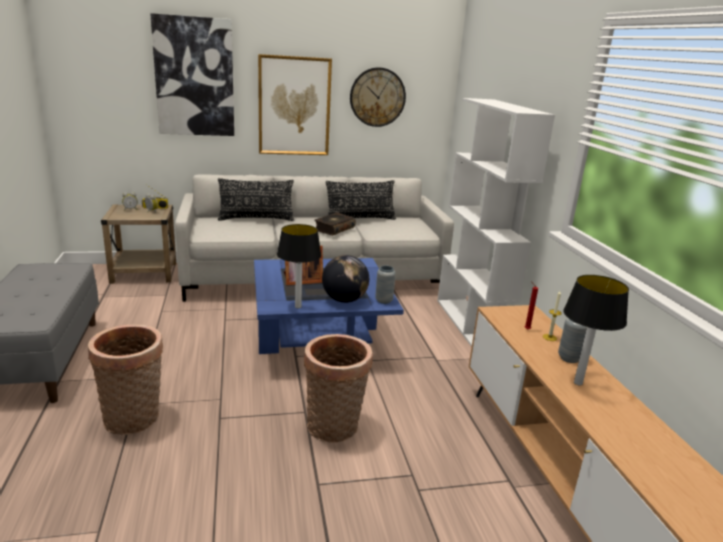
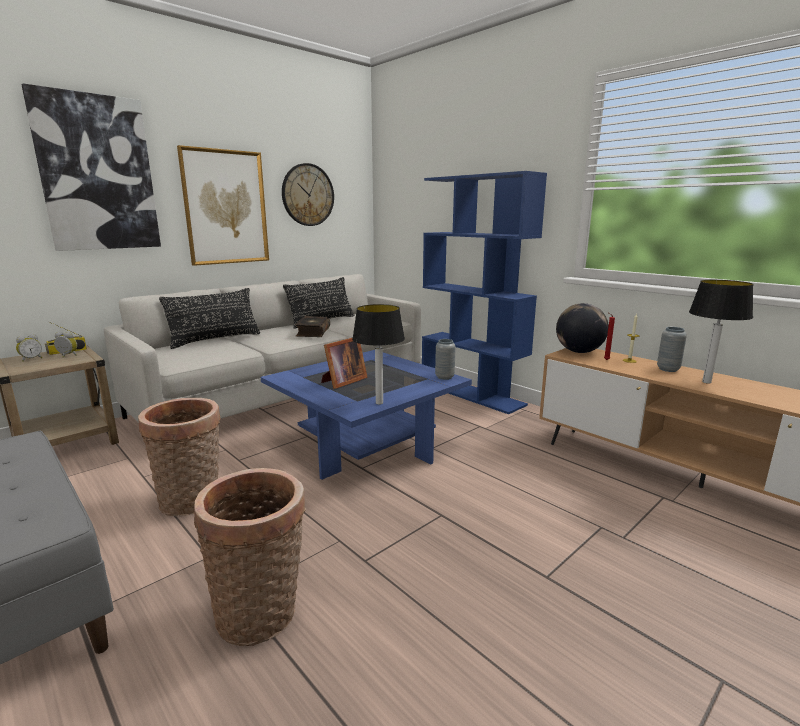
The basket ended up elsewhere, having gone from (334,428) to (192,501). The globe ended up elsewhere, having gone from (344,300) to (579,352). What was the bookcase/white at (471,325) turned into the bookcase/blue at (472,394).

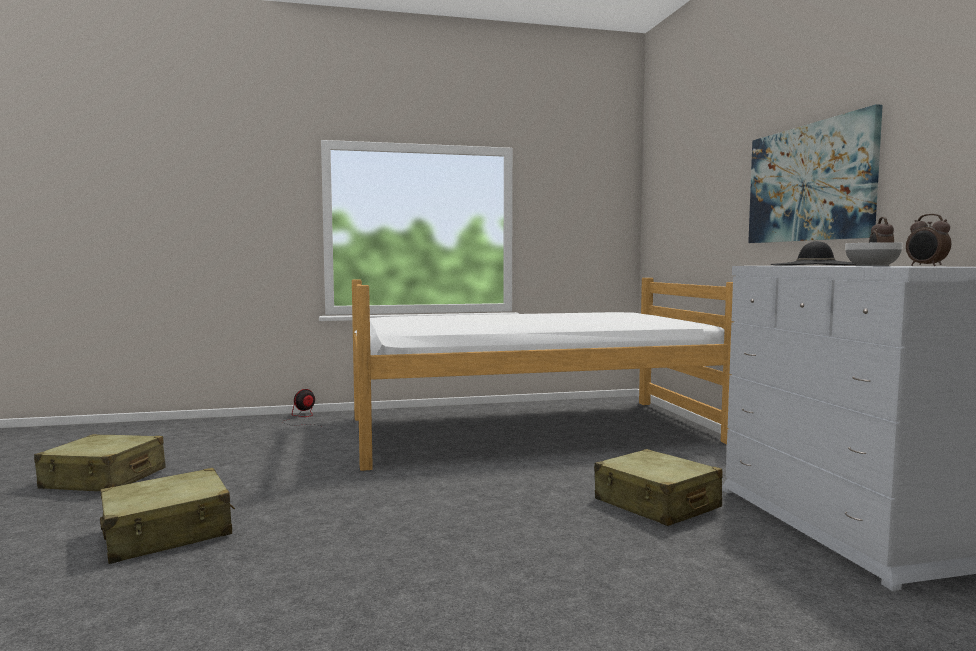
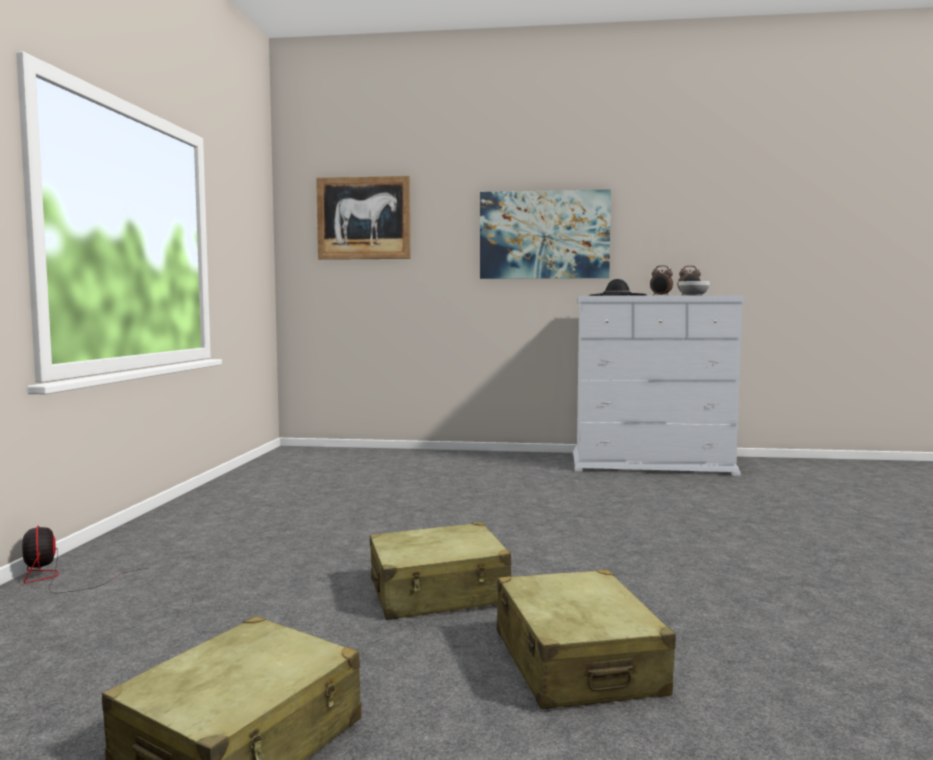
The second view lost the bed at (532,430). The second view gained the picture at (363,218). The suitcase/beige ended up elsewhere, having gone from (656,504) to (439,593).

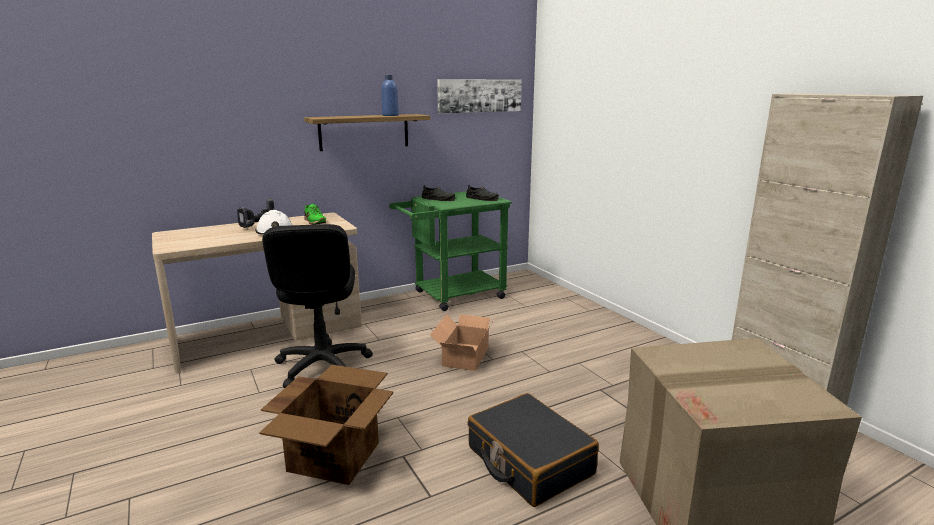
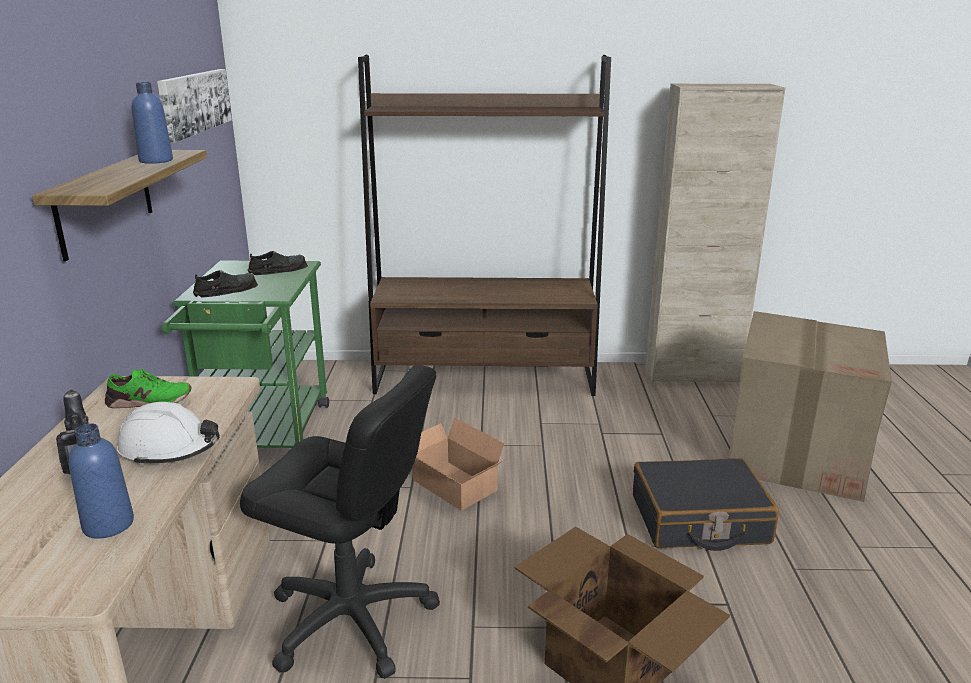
The second view gained the bottle/blue at (108,525). The second view gained the bookcase/brown at (485,379).

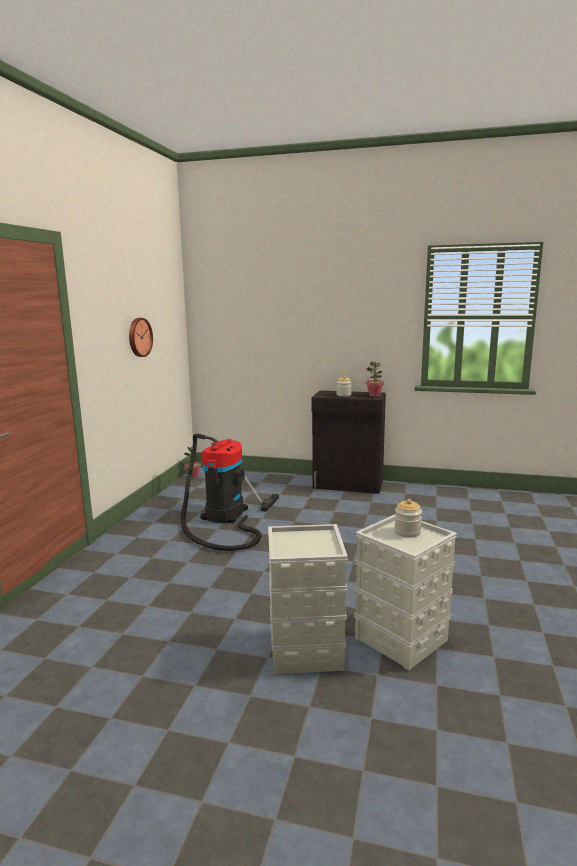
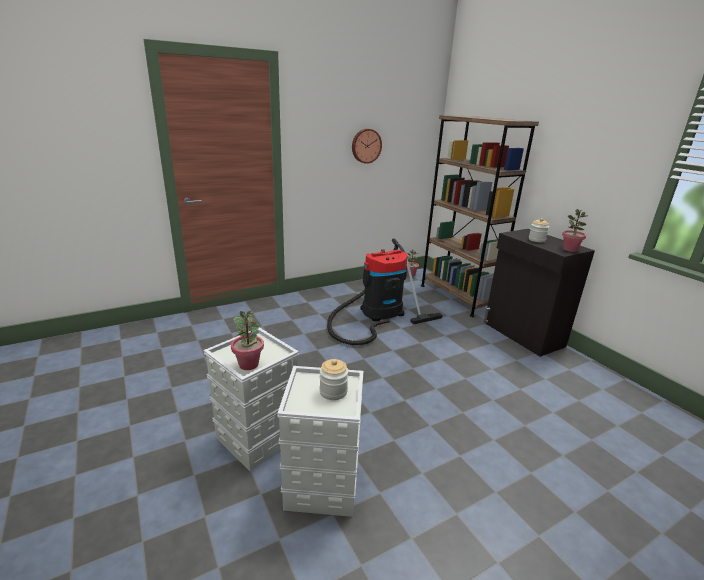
The second view gained the potted plant at (249,364). The second view gained the bookcase/brown at (457,297).

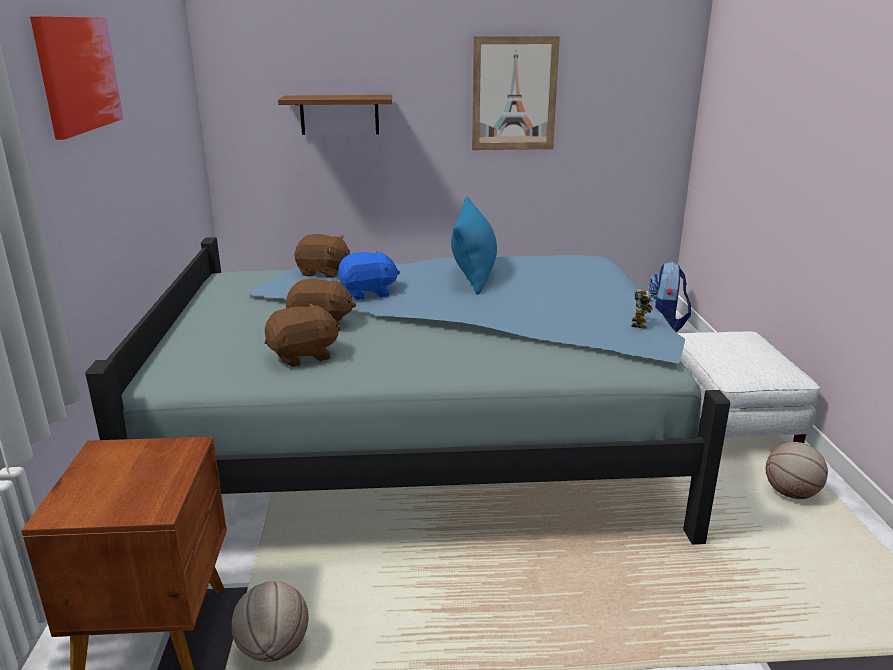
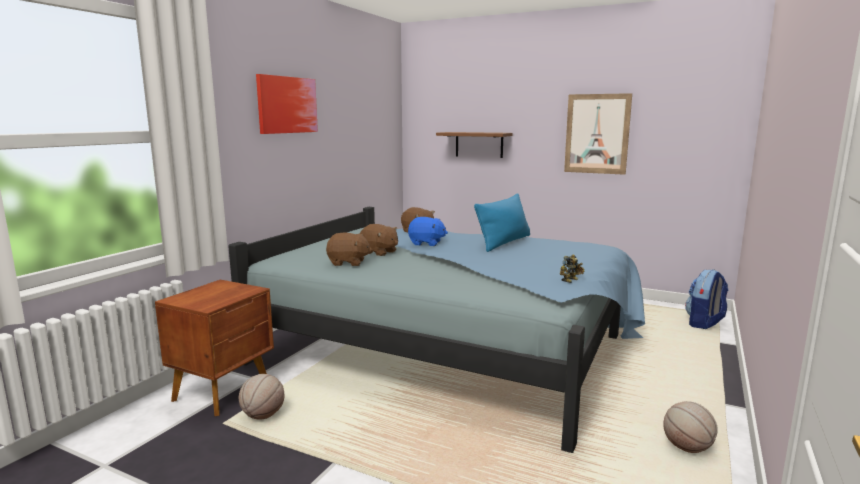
The second view lost the ottoman/white at (729,419).

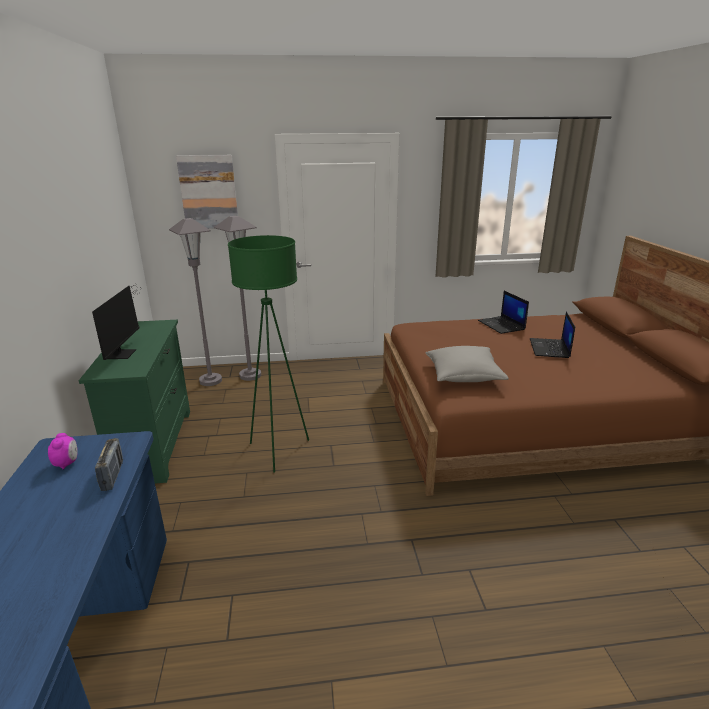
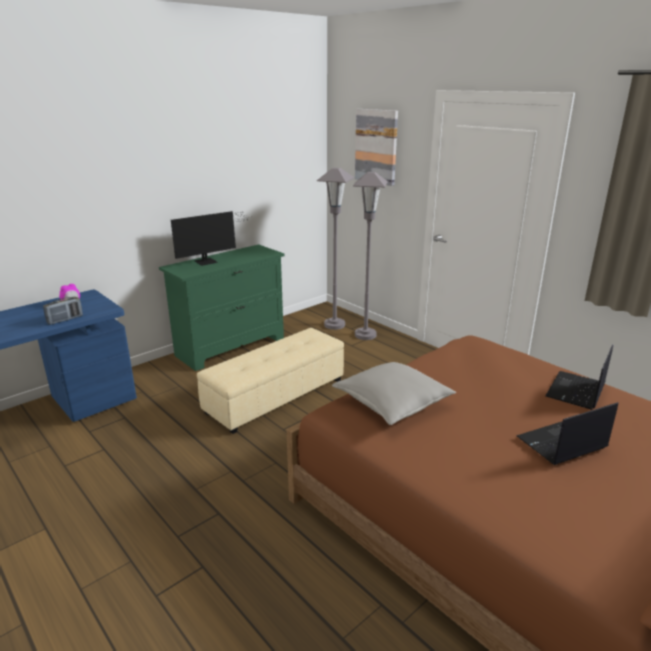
Where the floor lamp/green stood at (279,451), the ottoman/beige came to stand at (275,395).

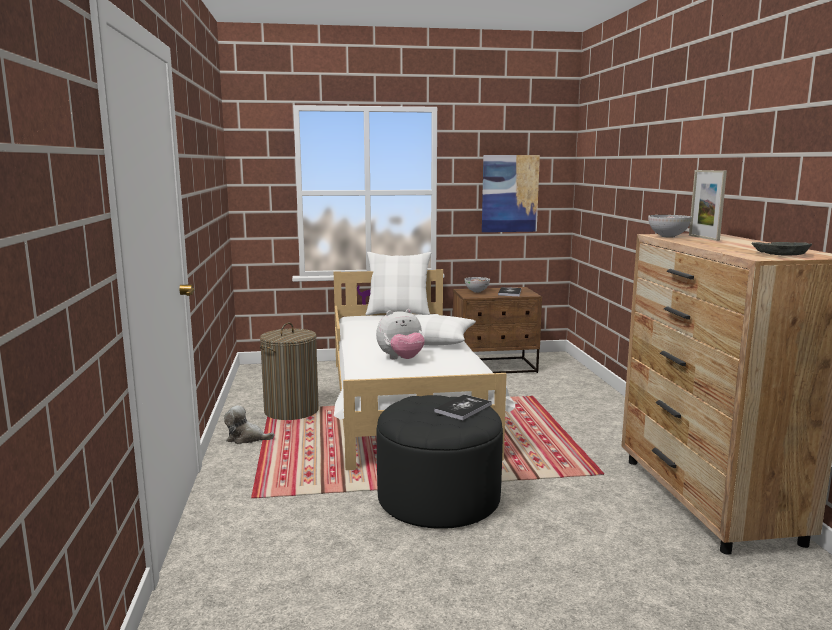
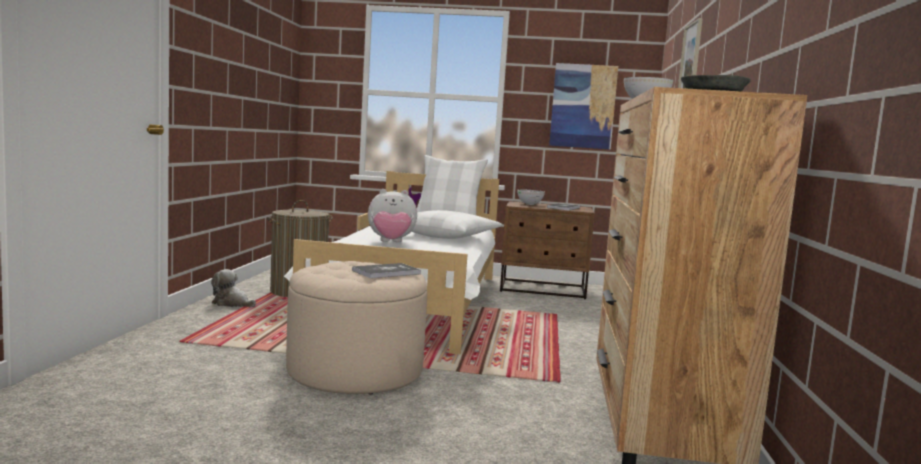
What was the ottoman/black at (438,498) turned into the ottoman/beige at (355,371).

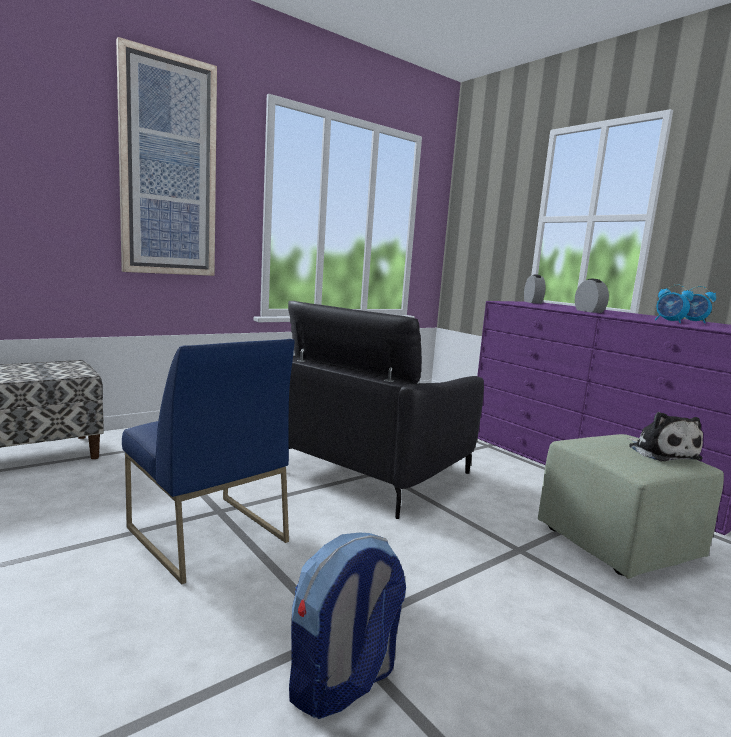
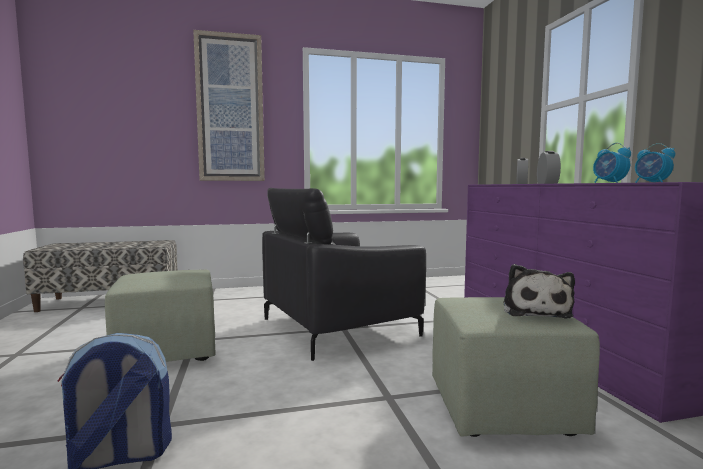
Where the chair/blue stood at (205,534), the ottoman/green came to stand at (166,352).

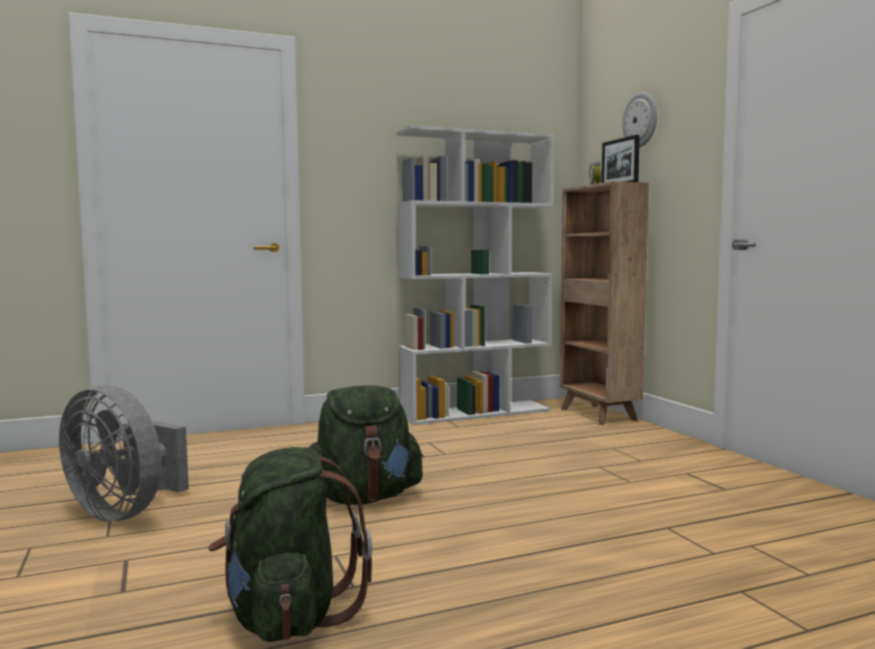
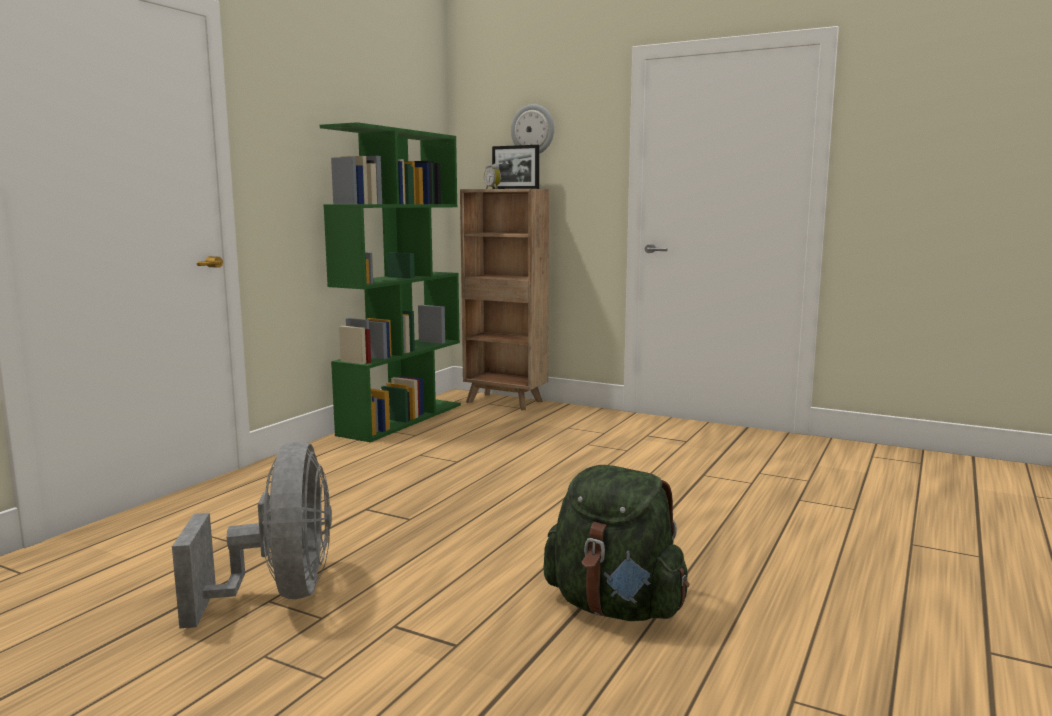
The second view lost the backpack/green at (364,498). What was the bookcase/white at (476,413) turned into the bookcase/green at (401,419). The fan/grey at (125,512) ended up facing another way, 90 degrees counterclockwise from before.

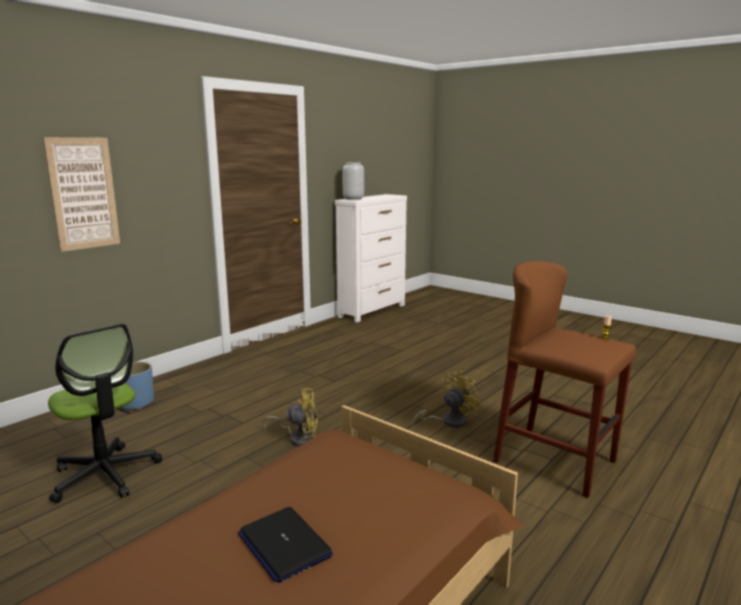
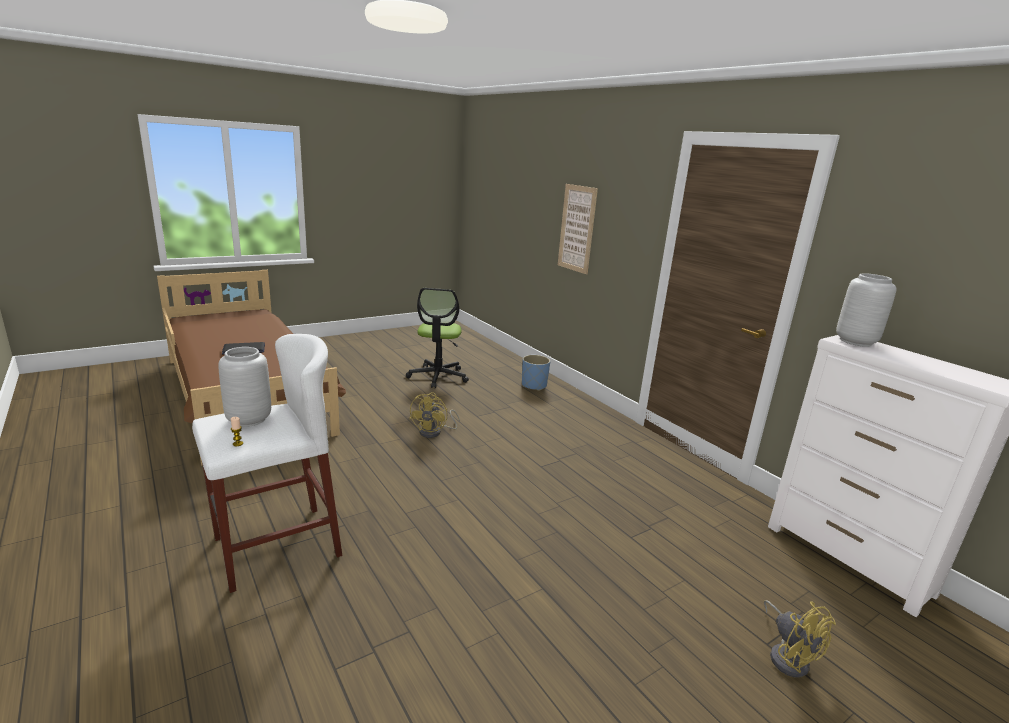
The second view gained the vase/grey at (248,419). The fan/yellow ended up elsewhere, having gone from (448,421) to (788,656). What was the stool/brown at (555,461) turned into the stool/white at (277,547). The office chair at (105,475) ended up facing another way, 60 degrees counterclockwise from before.

